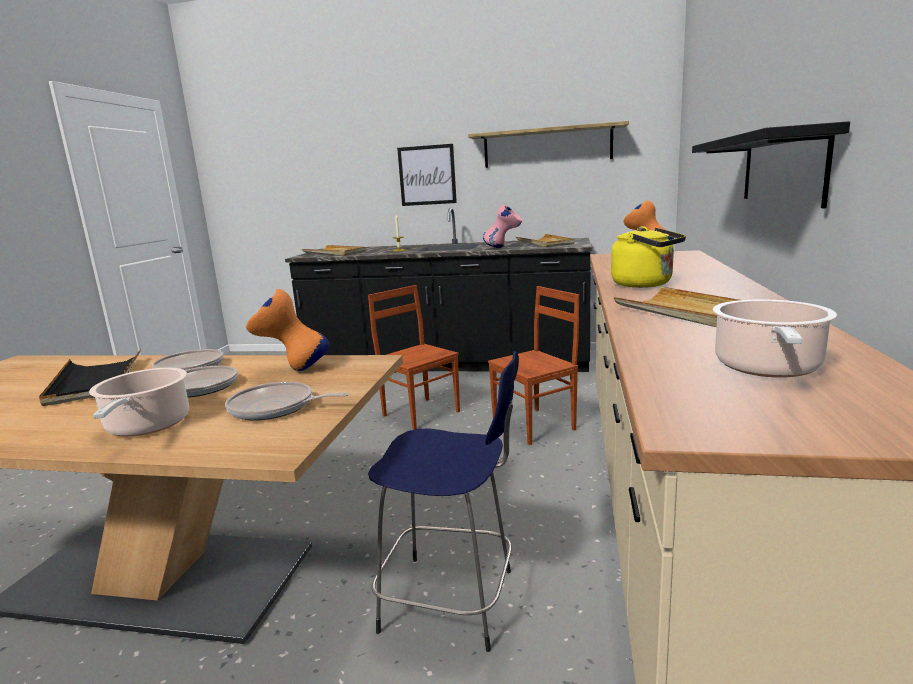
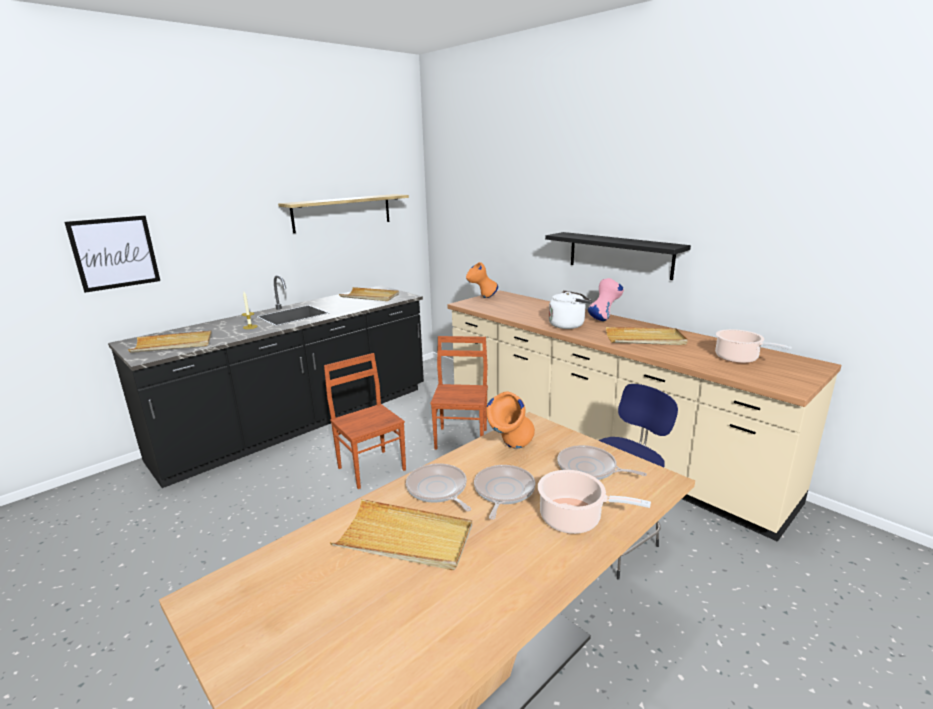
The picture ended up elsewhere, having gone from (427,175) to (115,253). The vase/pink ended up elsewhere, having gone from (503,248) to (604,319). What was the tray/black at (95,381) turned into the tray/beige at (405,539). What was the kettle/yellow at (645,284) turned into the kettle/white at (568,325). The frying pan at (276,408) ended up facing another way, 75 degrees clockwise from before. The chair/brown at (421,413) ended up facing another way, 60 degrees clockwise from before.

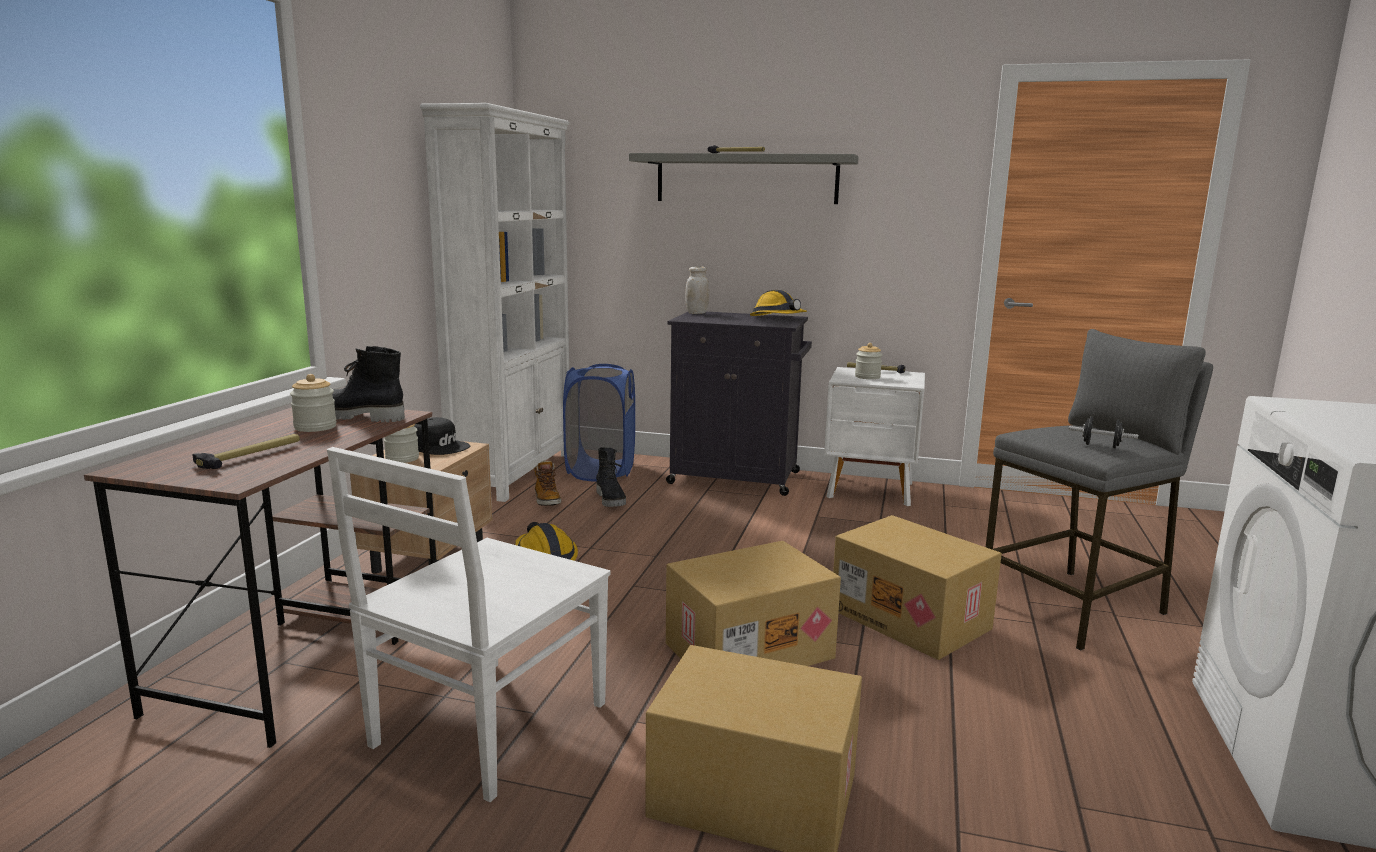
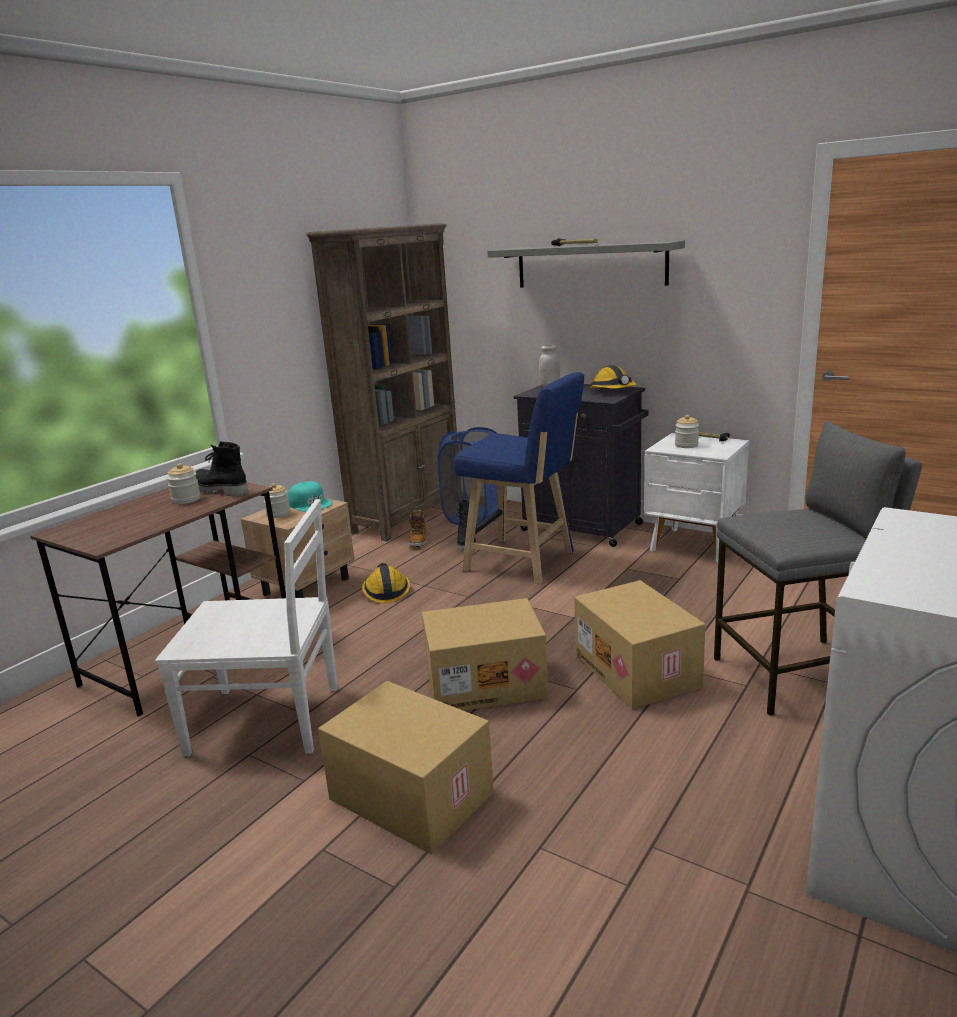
The second view lost the hammer at (250,456). The second view lost the dumbbell/black at (1100,446). The second view gained the stool/blue at (525,562). What was the cap/black at (439,446) turned into the cap/turquoise at (310,503). What was the bookcase/white at (514,473) turned into the bookcase/brown at (408,515). The chair/white at (486,727) ended up facing another way, 135 degrees counterclockwise from before.

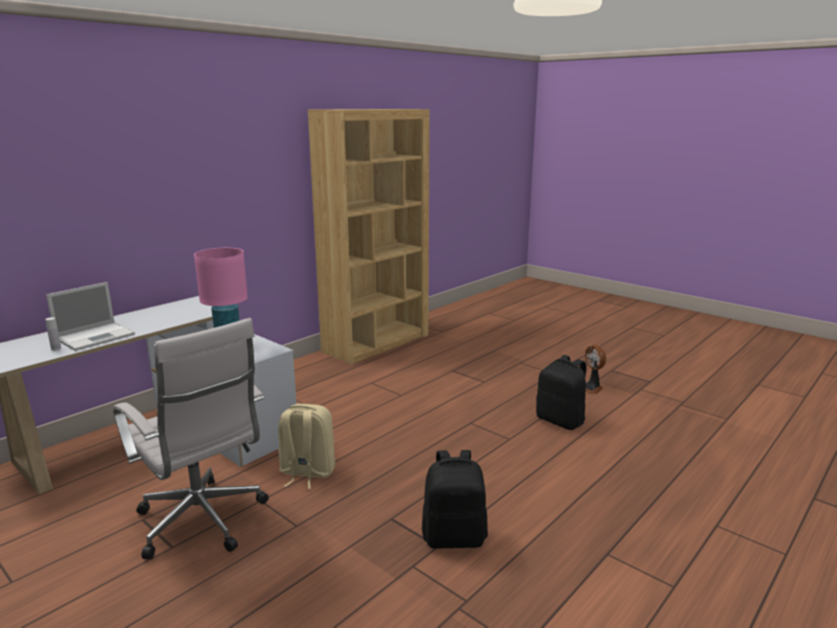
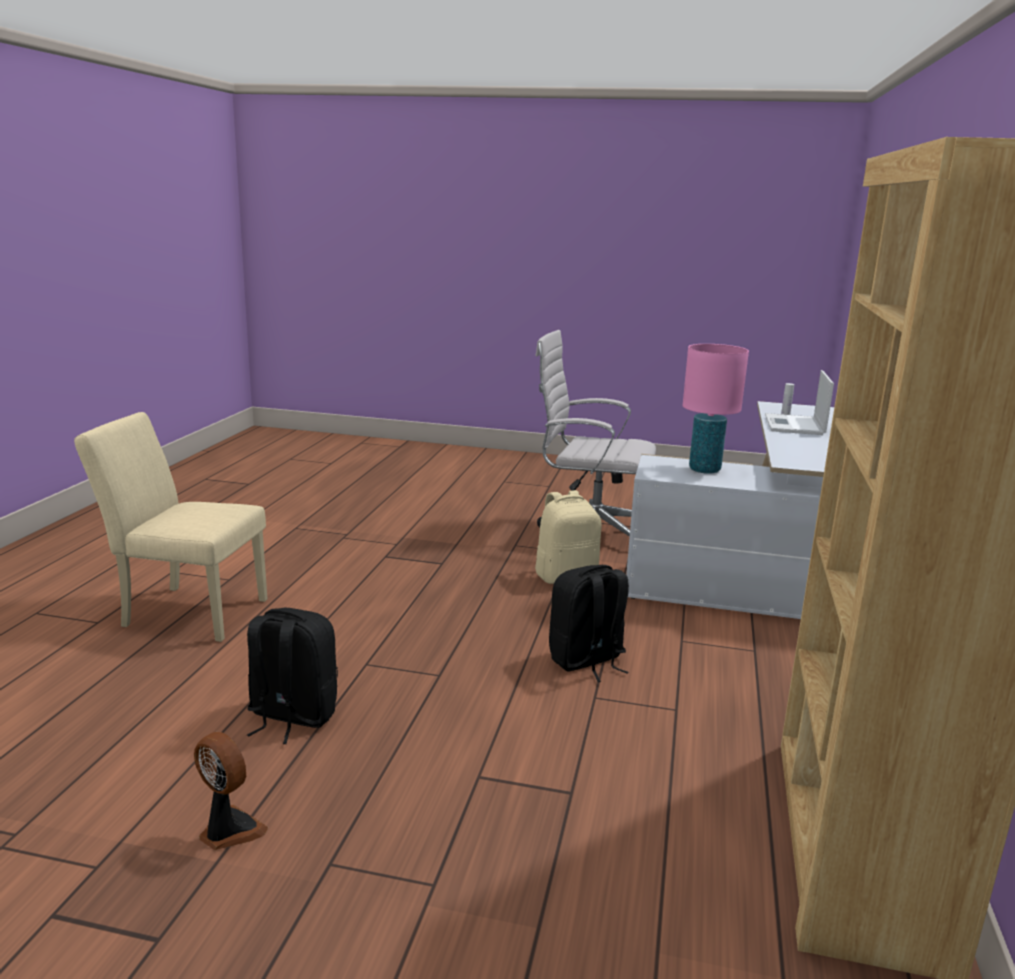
The second view gained the chair/beige at (186,611). The backpack/black ended up elsewhere, having gone from (454,537) to (587,661).

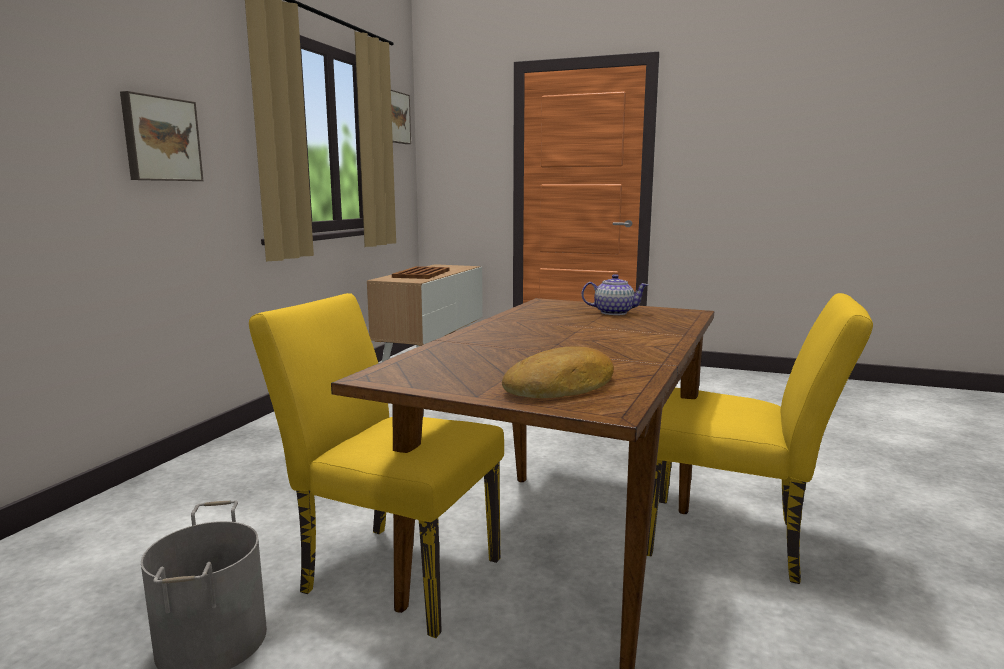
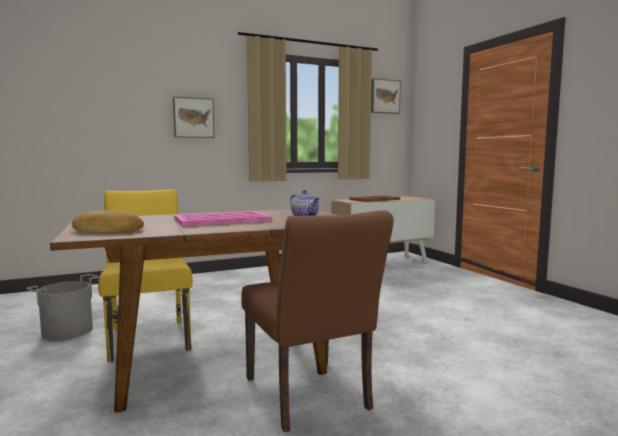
The second view gained the tray/pink at (221,220). What was the chair/yellow at (737,541) turned into the chair/brown at (310,398).

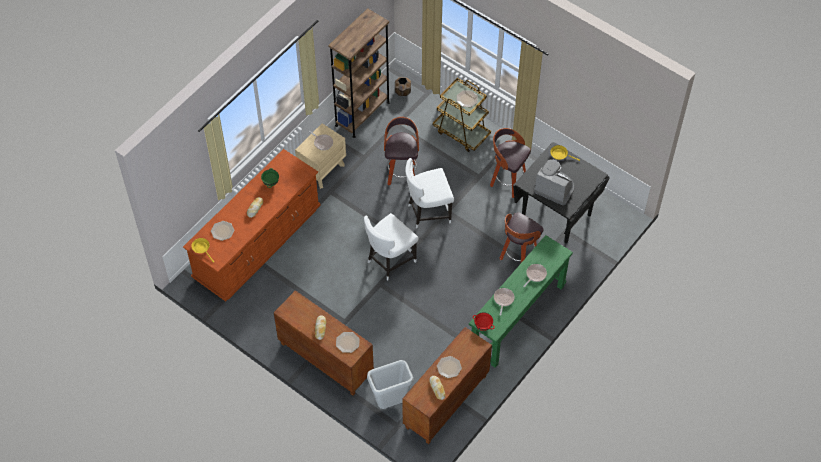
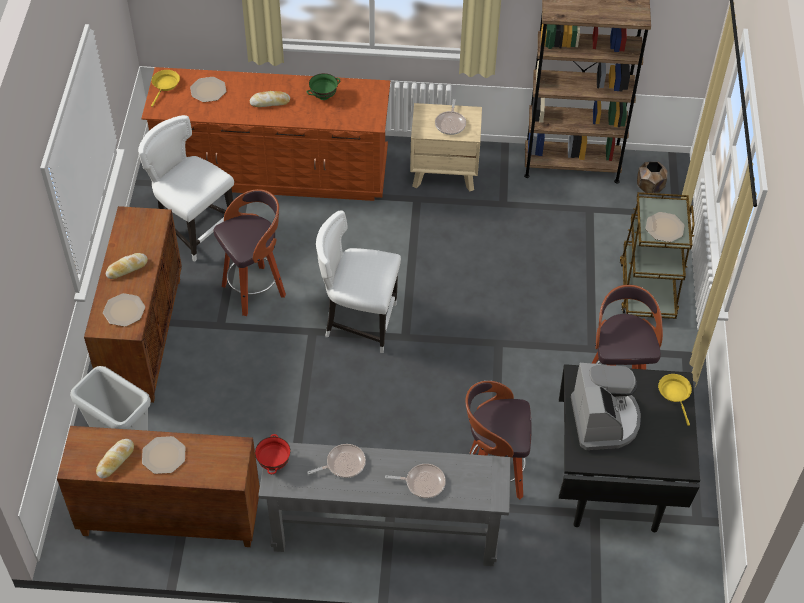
The stool ended up elsewhere, having gone from (401,173) to (255,290). The chair/white ended up elsewhere, having gone from (428,212) to (194,229). What was the console table/green at (517,317) turned into the console table/grey at (385,533).

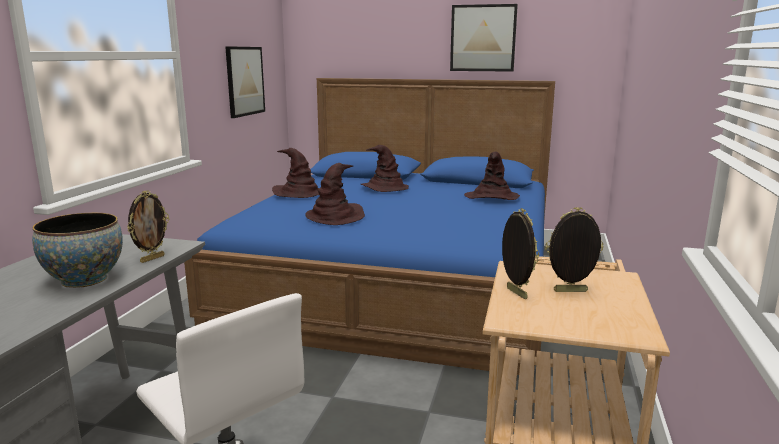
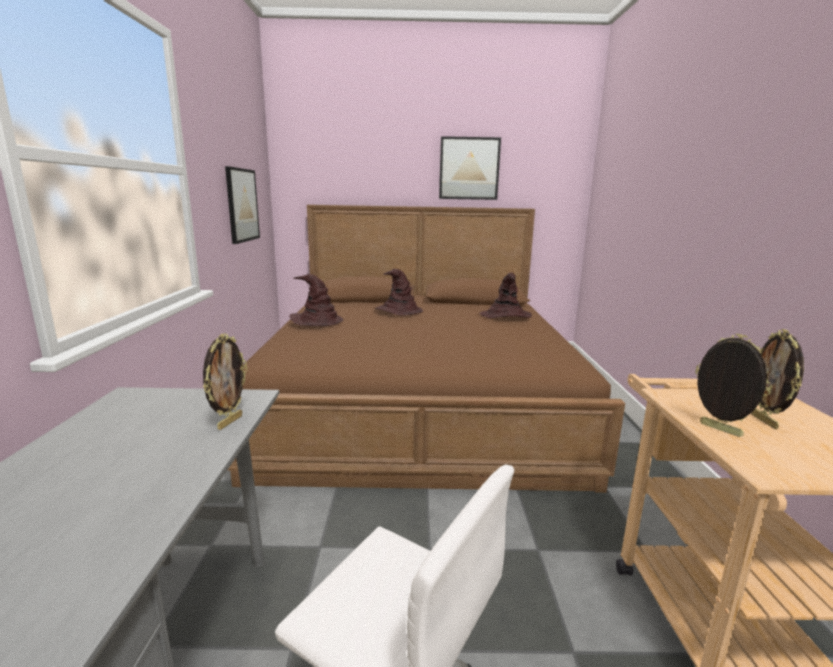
The second view lost the bowl at (84,280). The second view lost the hat/brown at (335,216). What was the bed/blue at (399,281) turned into the bed/brown at (418,401). The picture frame at (570,292) ended up facing another way, 75 degrees counterclockwise from before.

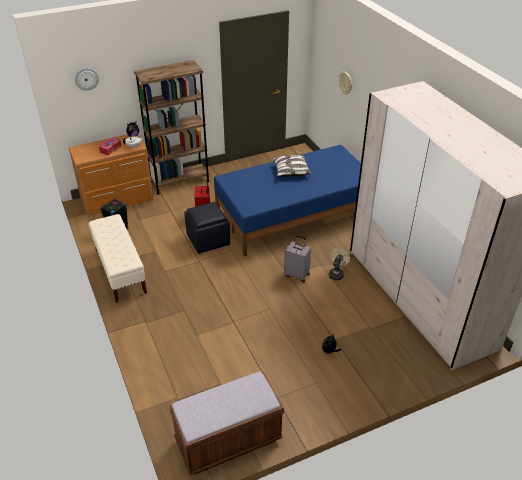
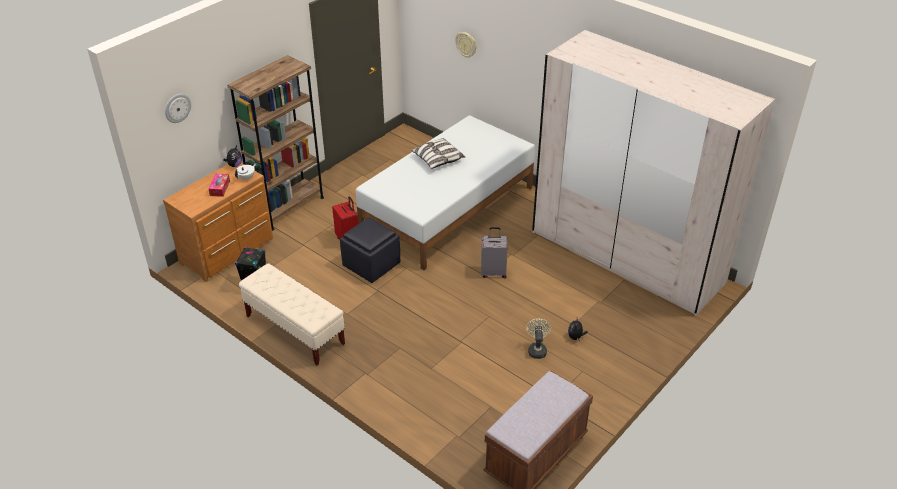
The fan/beige ended up elsewhere, having gone from (337,273) to (537,349). What was the bed/blue at (295,215) turned into the bed/white at (449,209).

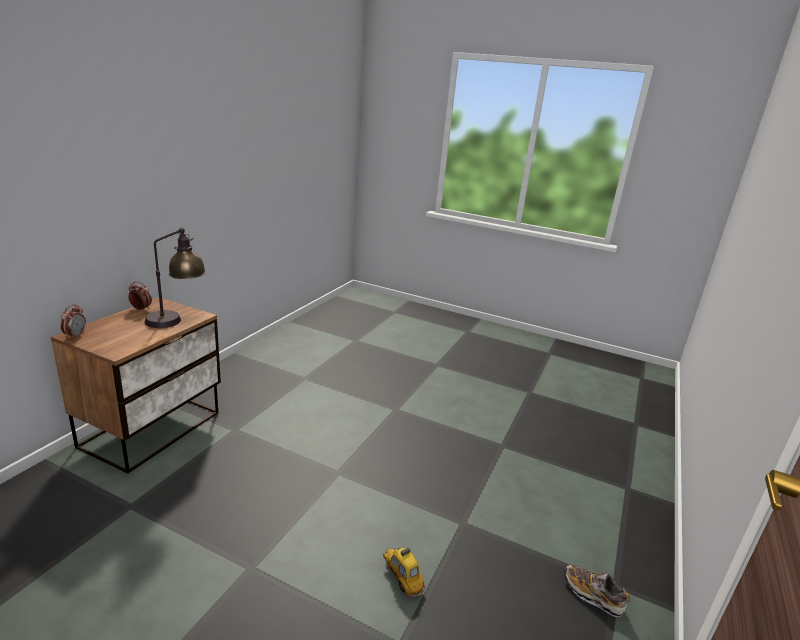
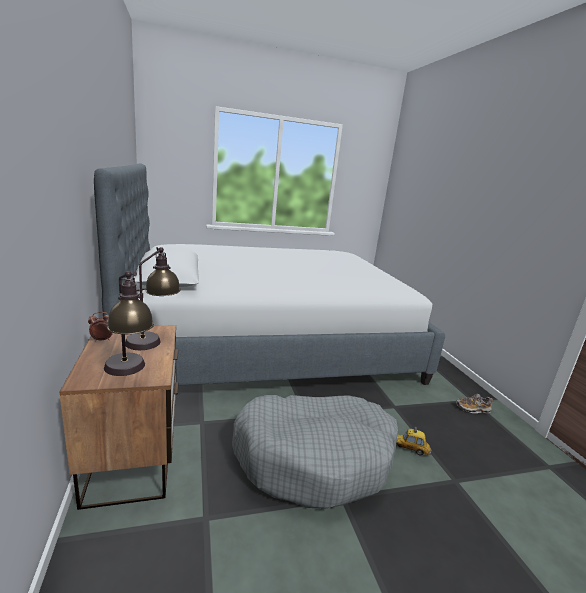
The second view lost the alarm clock at (75,335). The second view gained the bed at (267,342). The second view gained the table lamp at (129,373). The second view gained the dog bed/grey at (315,457).

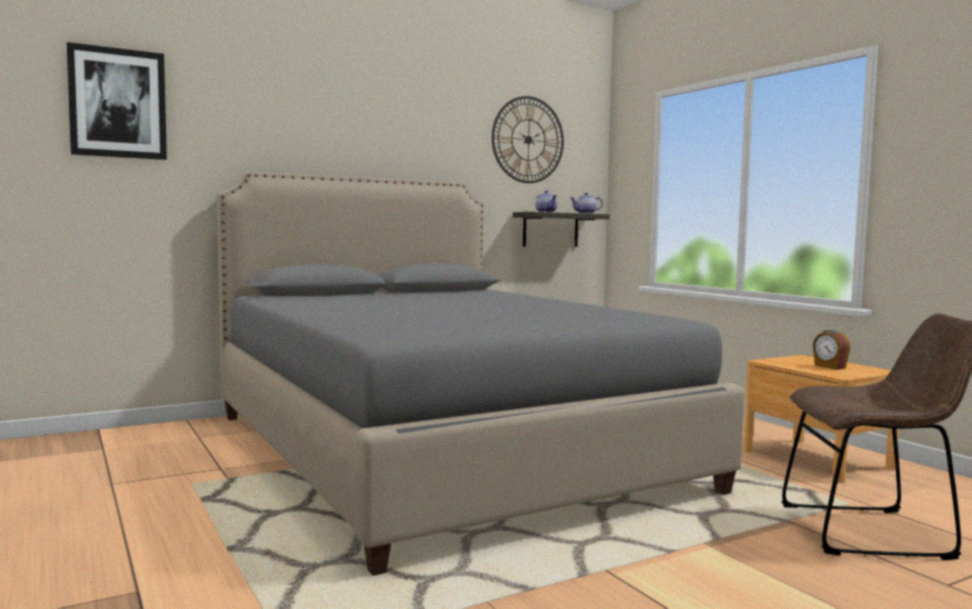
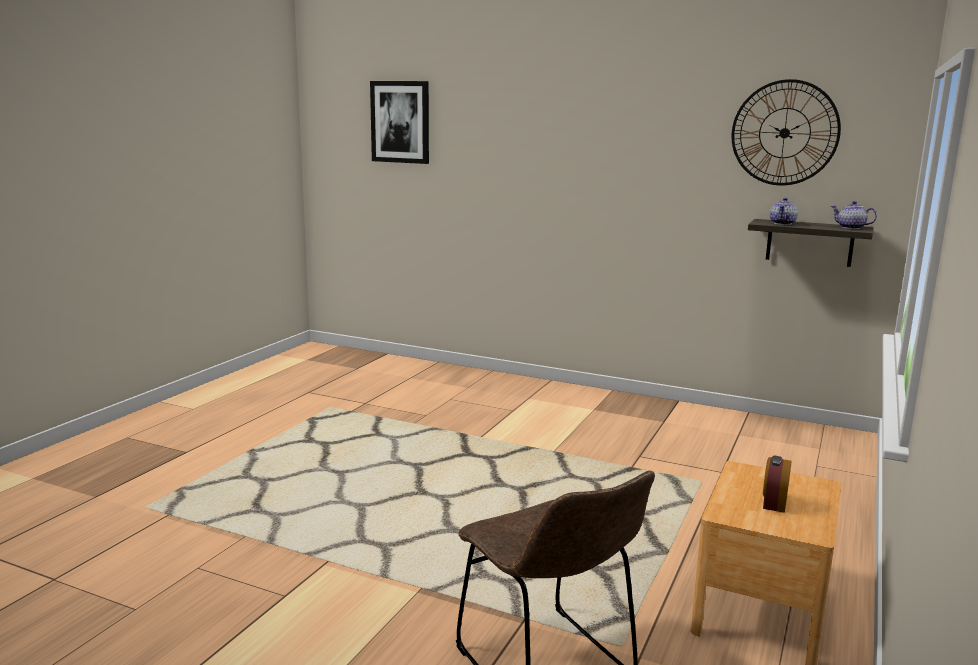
The second view lost the bed/grey at (440,451).

